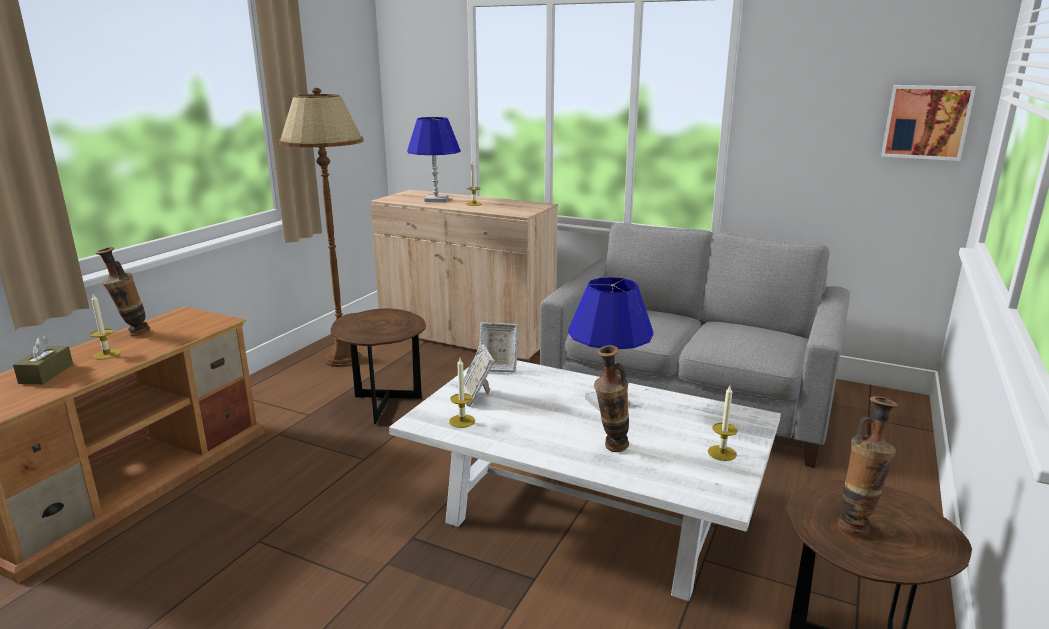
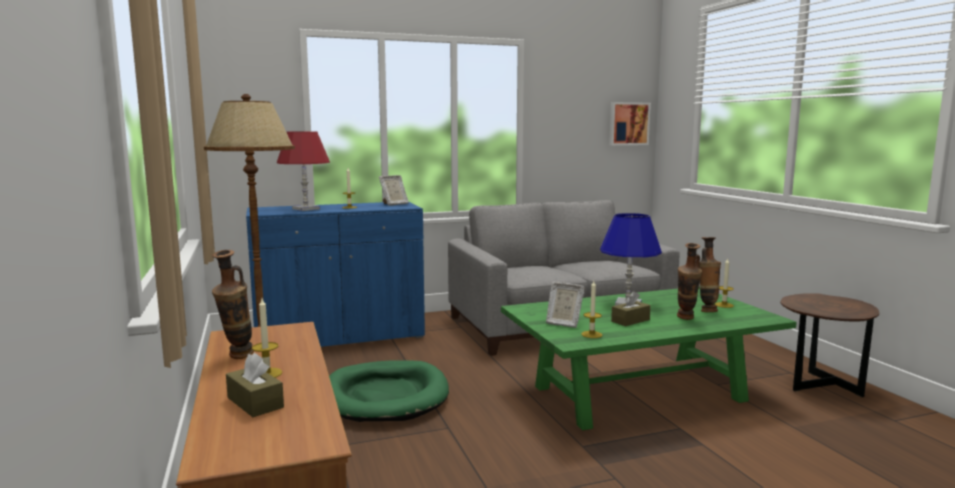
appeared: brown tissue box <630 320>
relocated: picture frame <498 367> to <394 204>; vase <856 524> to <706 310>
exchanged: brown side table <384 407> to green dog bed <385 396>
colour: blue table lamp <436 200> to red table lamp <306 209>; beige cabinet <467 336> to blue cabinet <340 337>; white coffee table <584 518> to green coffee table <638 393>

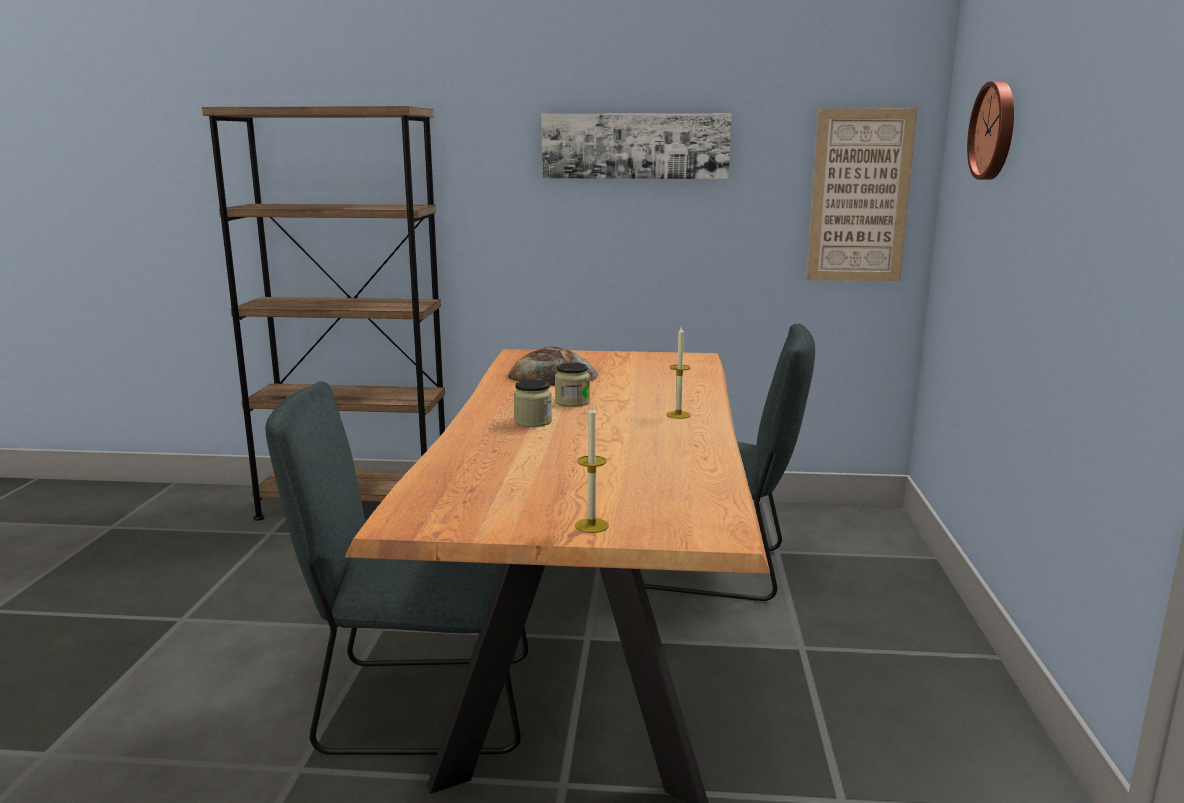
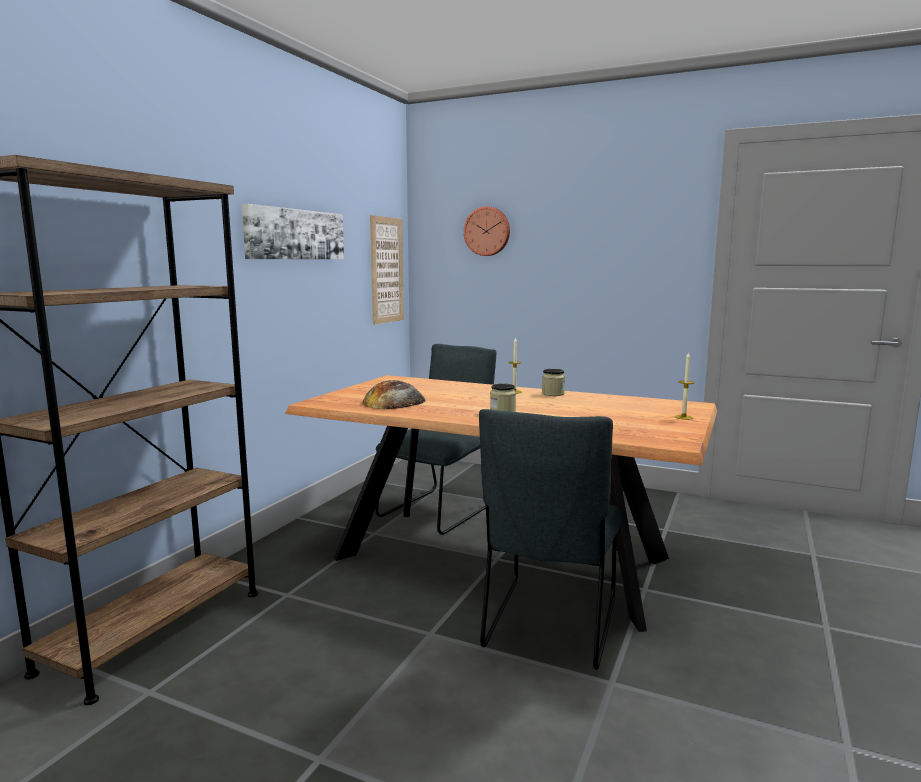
relocated: jar <572 402> to <553 394>

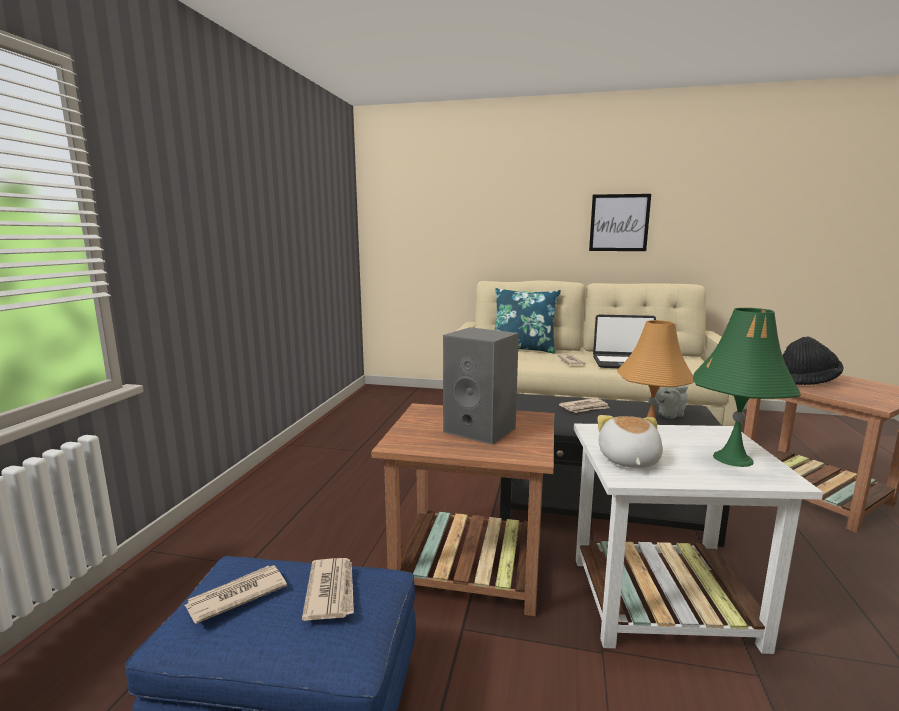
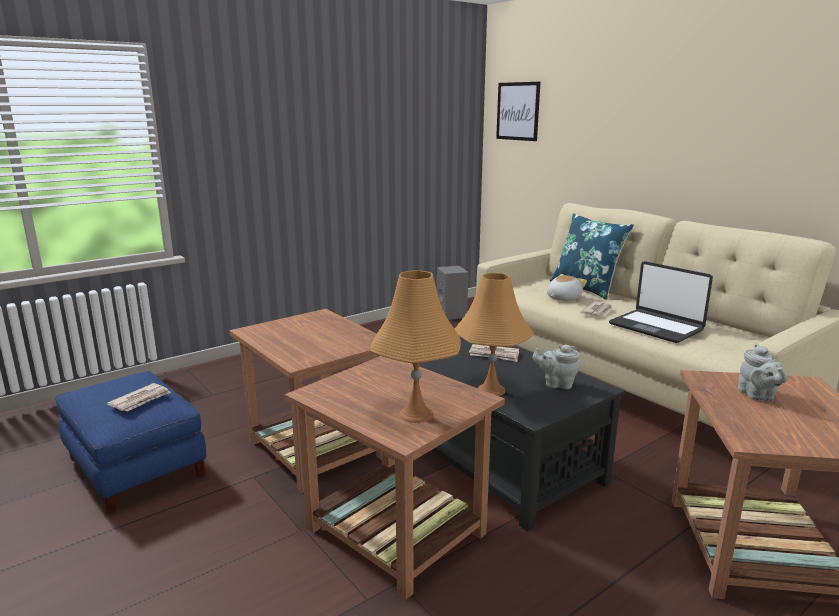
missing: newspaper <236 596>
relocated: picture <619 223> to <518 111>; grey speaker <482 430> to <452 314>; plush toy <628 460> to <562 298>
exchanged: black hat <806 381> to grey teapot <757 396>
colour: green table lamp <732 458> to orange table lamp <416 414>; white side table <660 601> to brown side table <394 530>

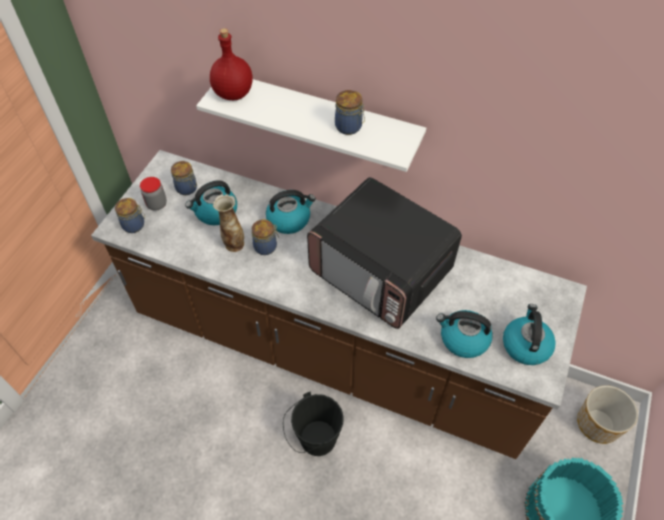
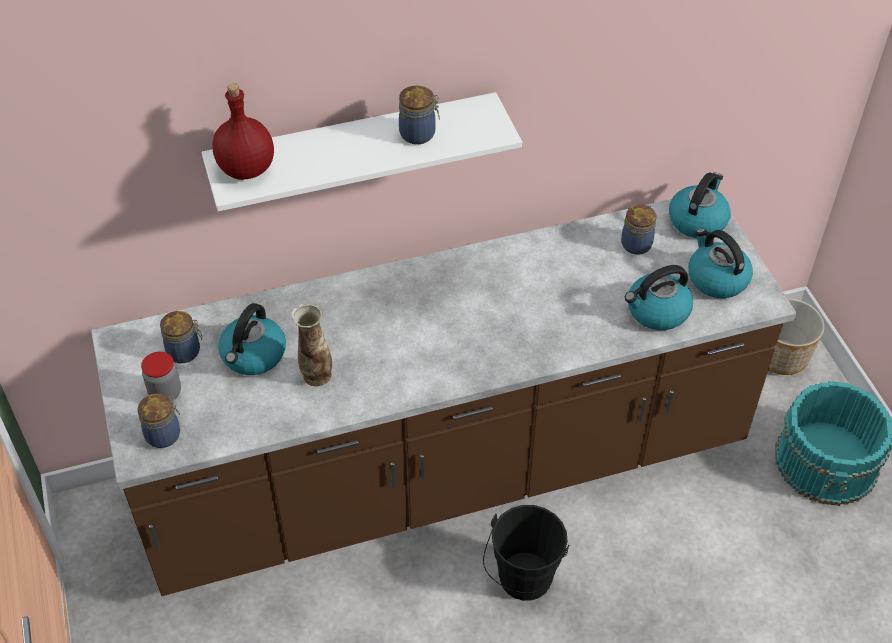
missing: microwave <381 272>
relocated: kettle <289 219> to <697 220>; jar <266 247> to <637 243>

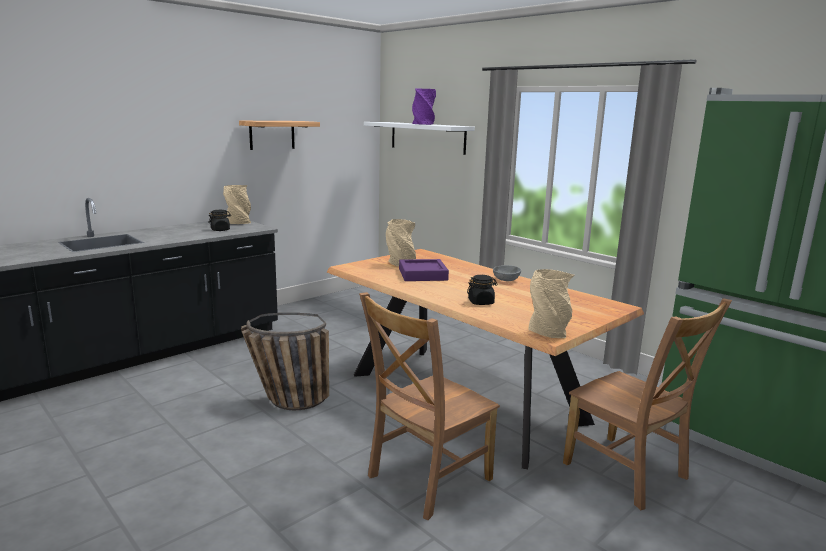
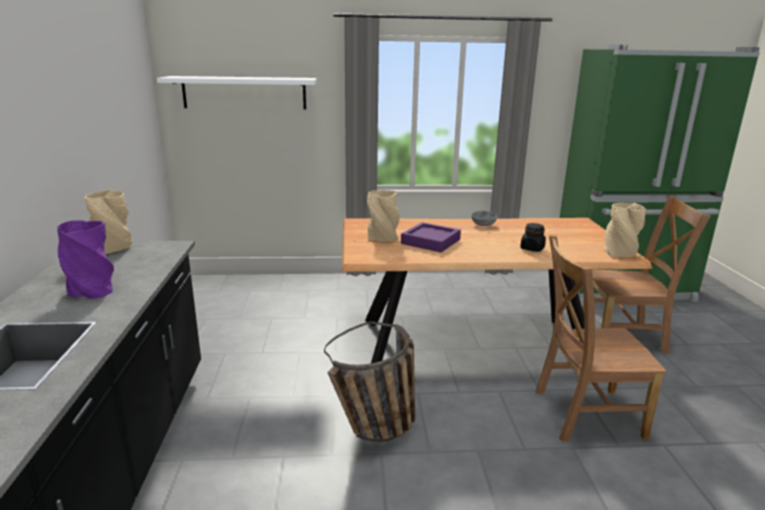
missing: shelf <272 135>; black jar <220 230>
relocated: purple vase <422 124> to <91 290>
spun: brown chair <426 479> = <583 413> 90 degrees clockwise

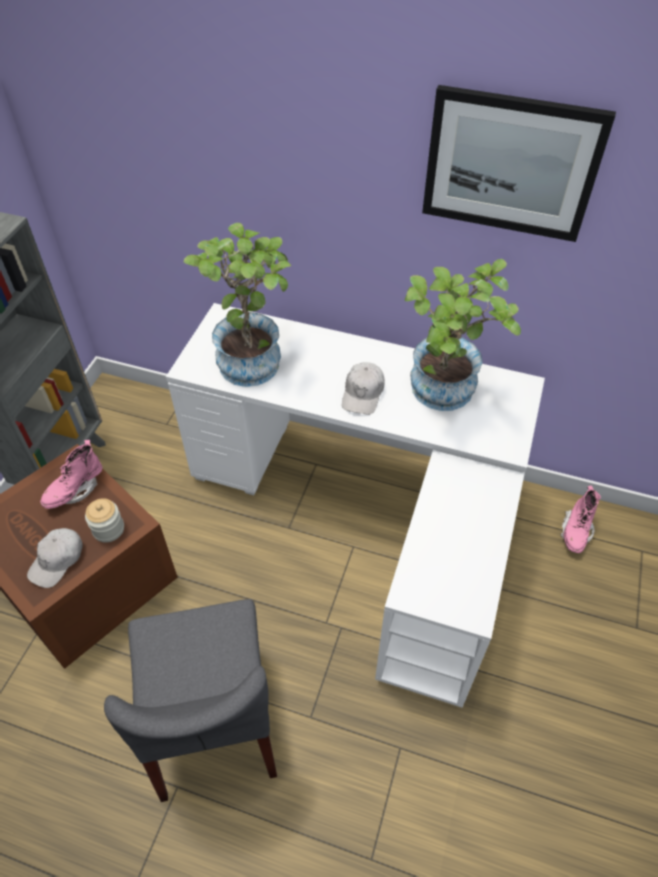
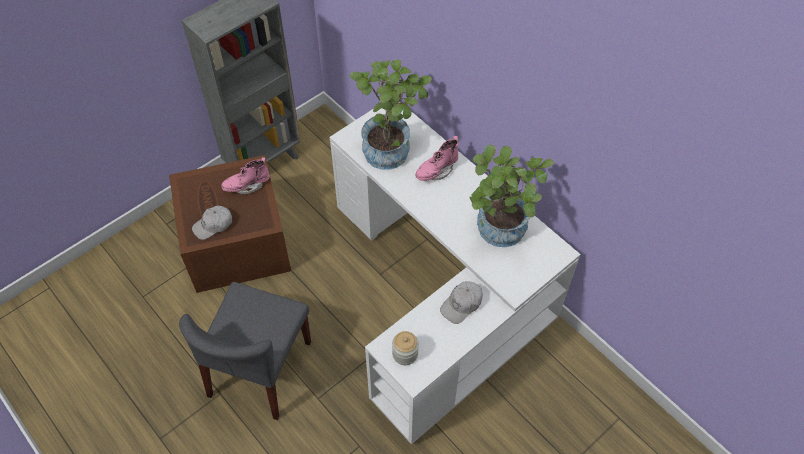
missing: picture <511 164>
relocated: white cap <363 393> to <462 304>; pink boot <575 532> to <436 170>; jar <108 529> to <405 354>

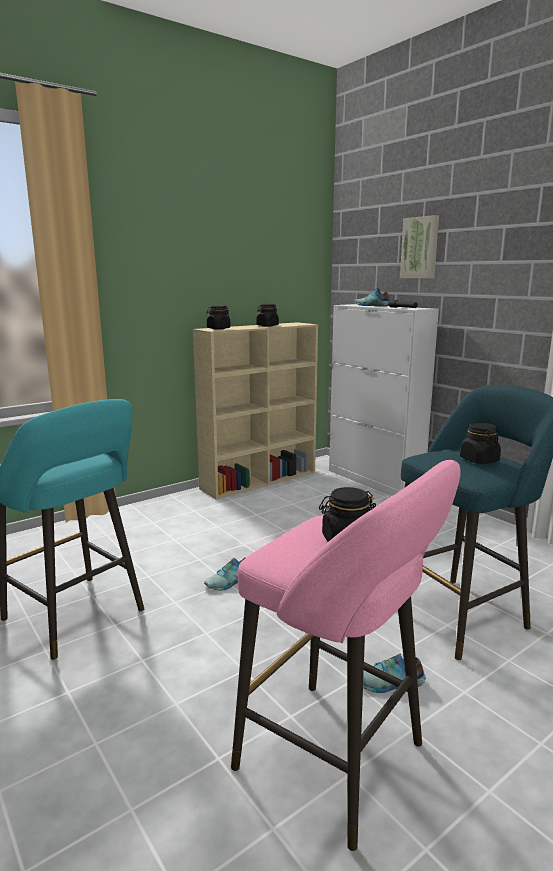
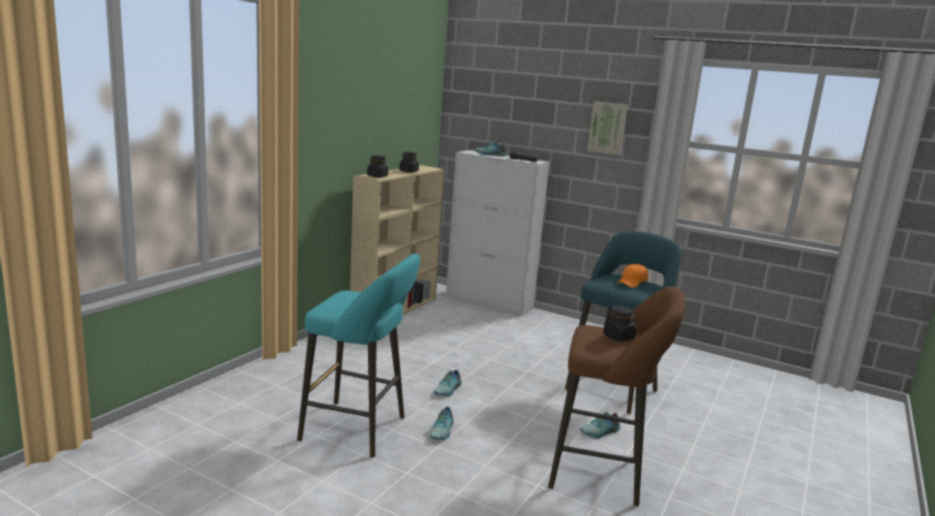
appeared: shoe <443 431>
relocated: picture <420 248> to <607 128>
exchanged: black jar <479 460> to orange cap <632 283>
colour: pink stool <339 761> to brown stool <602 473>

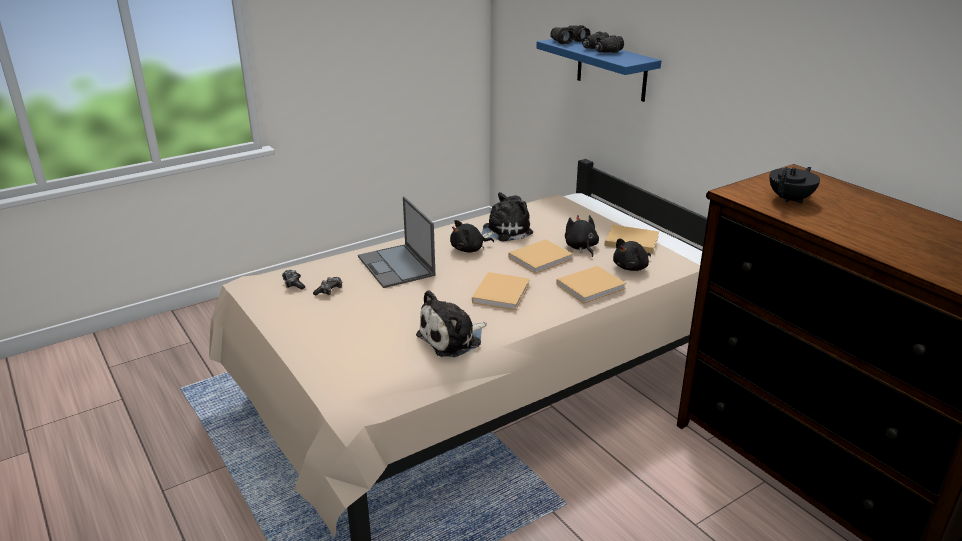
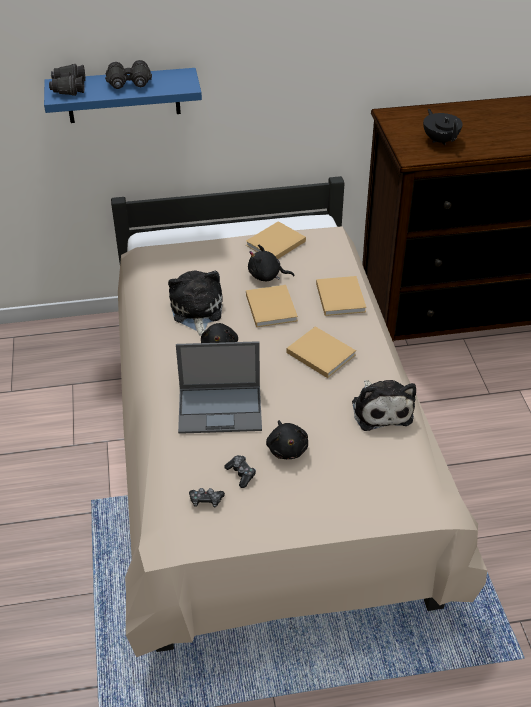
relocated: black plush toy <631 267> to <287 448>

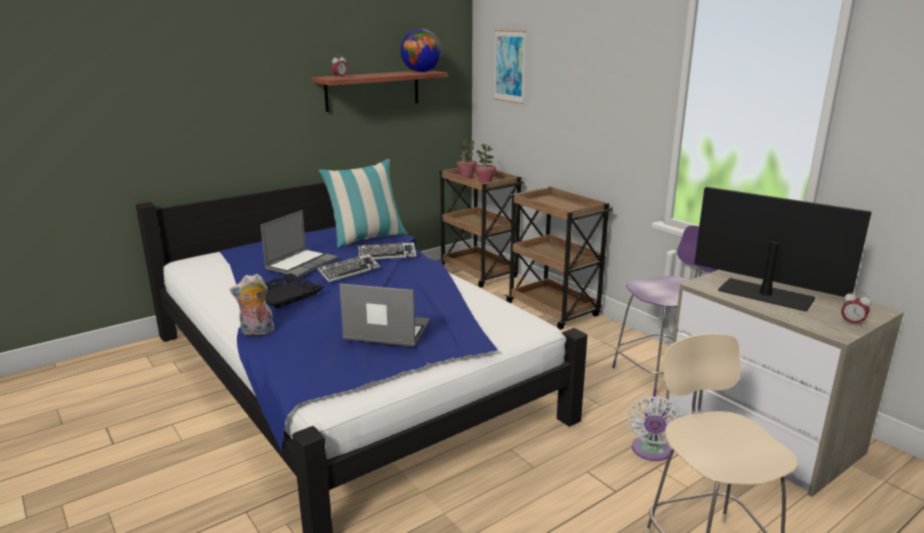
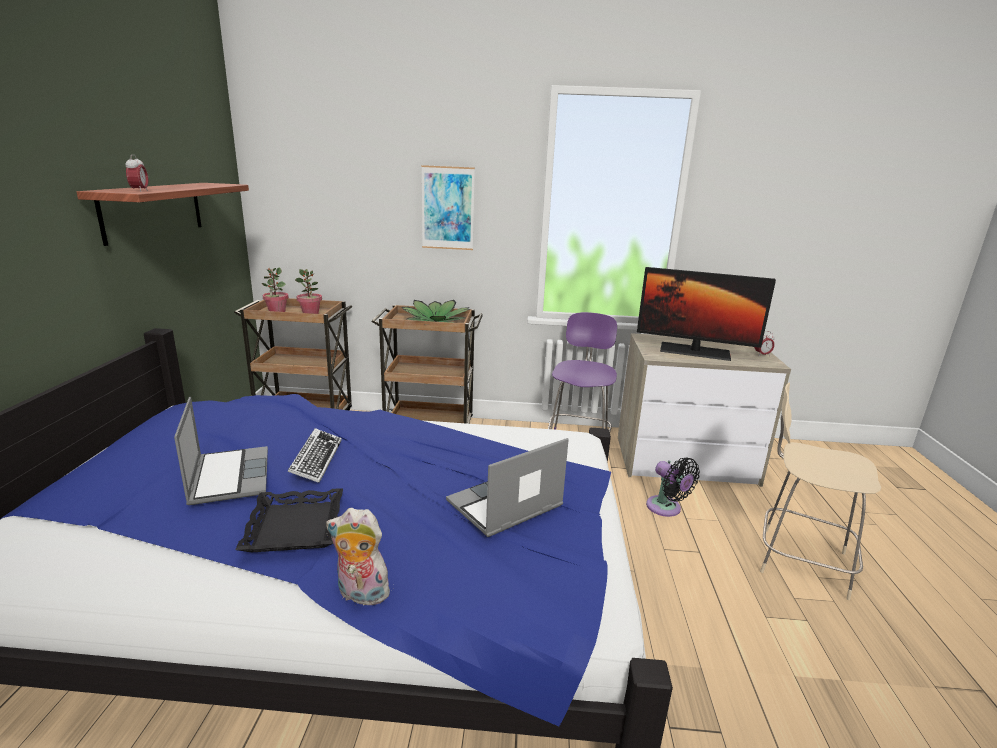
missing: globe <421 72>; pillow <367 238>; keyboard <387 255>
appeared: potted plant <436 321>
relocated: picture <509 66> to <447 208>
colour: white fan <650 452> to black fan <666 508>
spun: monitor <765 294> = <694 351> 150 degrees counterclockwise; plush toy <256 332> = <360 595> 75 degrees clockwise

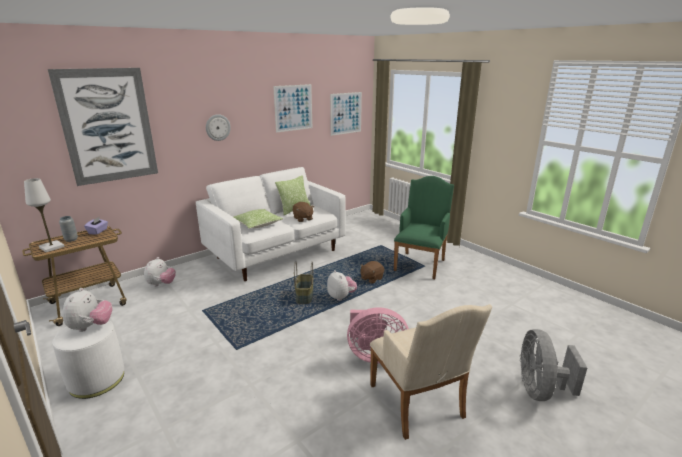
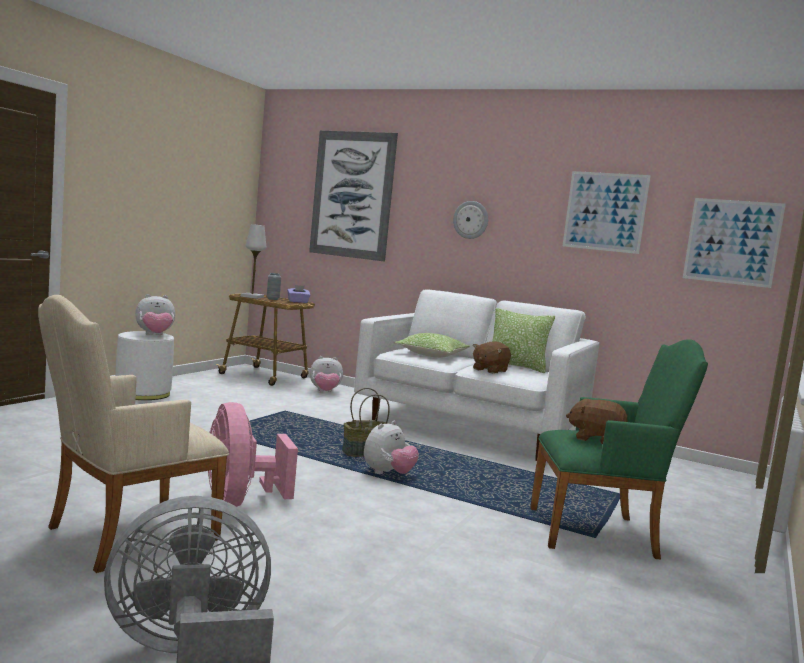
relocated: brown plush toy <371 278> to <595 439>

